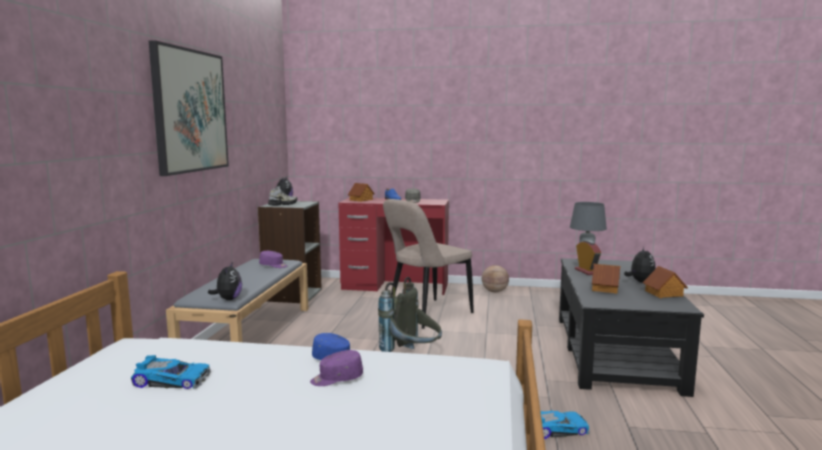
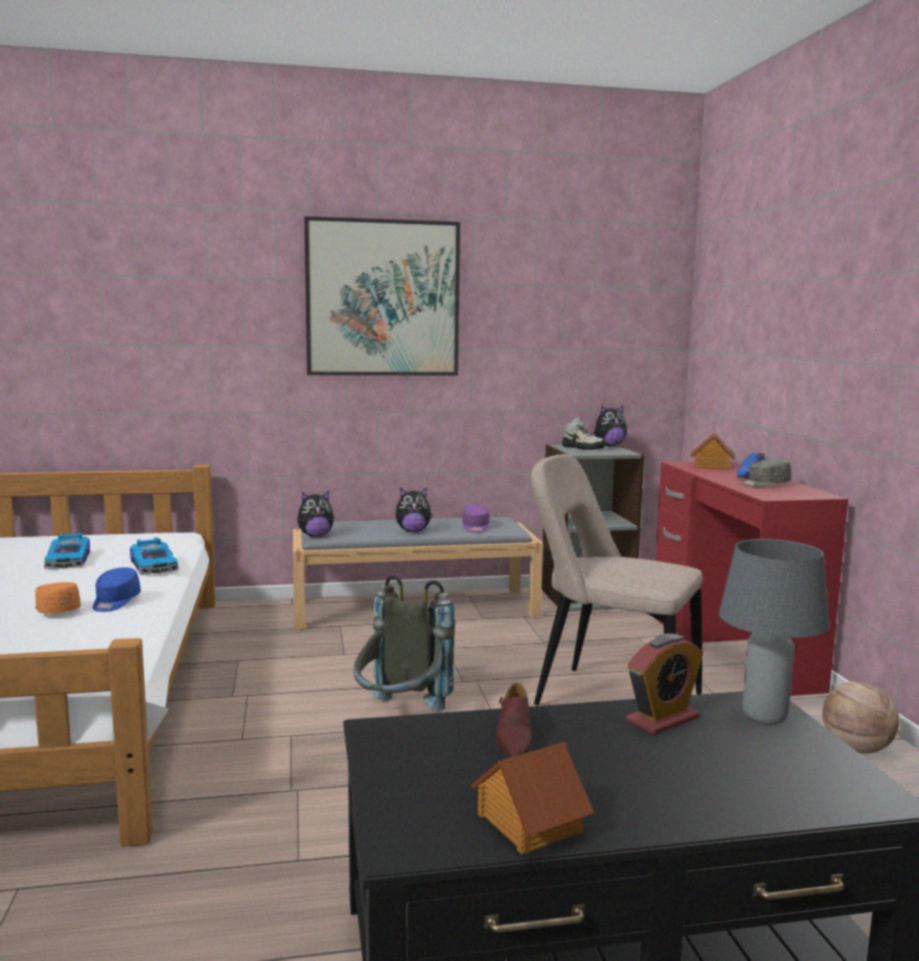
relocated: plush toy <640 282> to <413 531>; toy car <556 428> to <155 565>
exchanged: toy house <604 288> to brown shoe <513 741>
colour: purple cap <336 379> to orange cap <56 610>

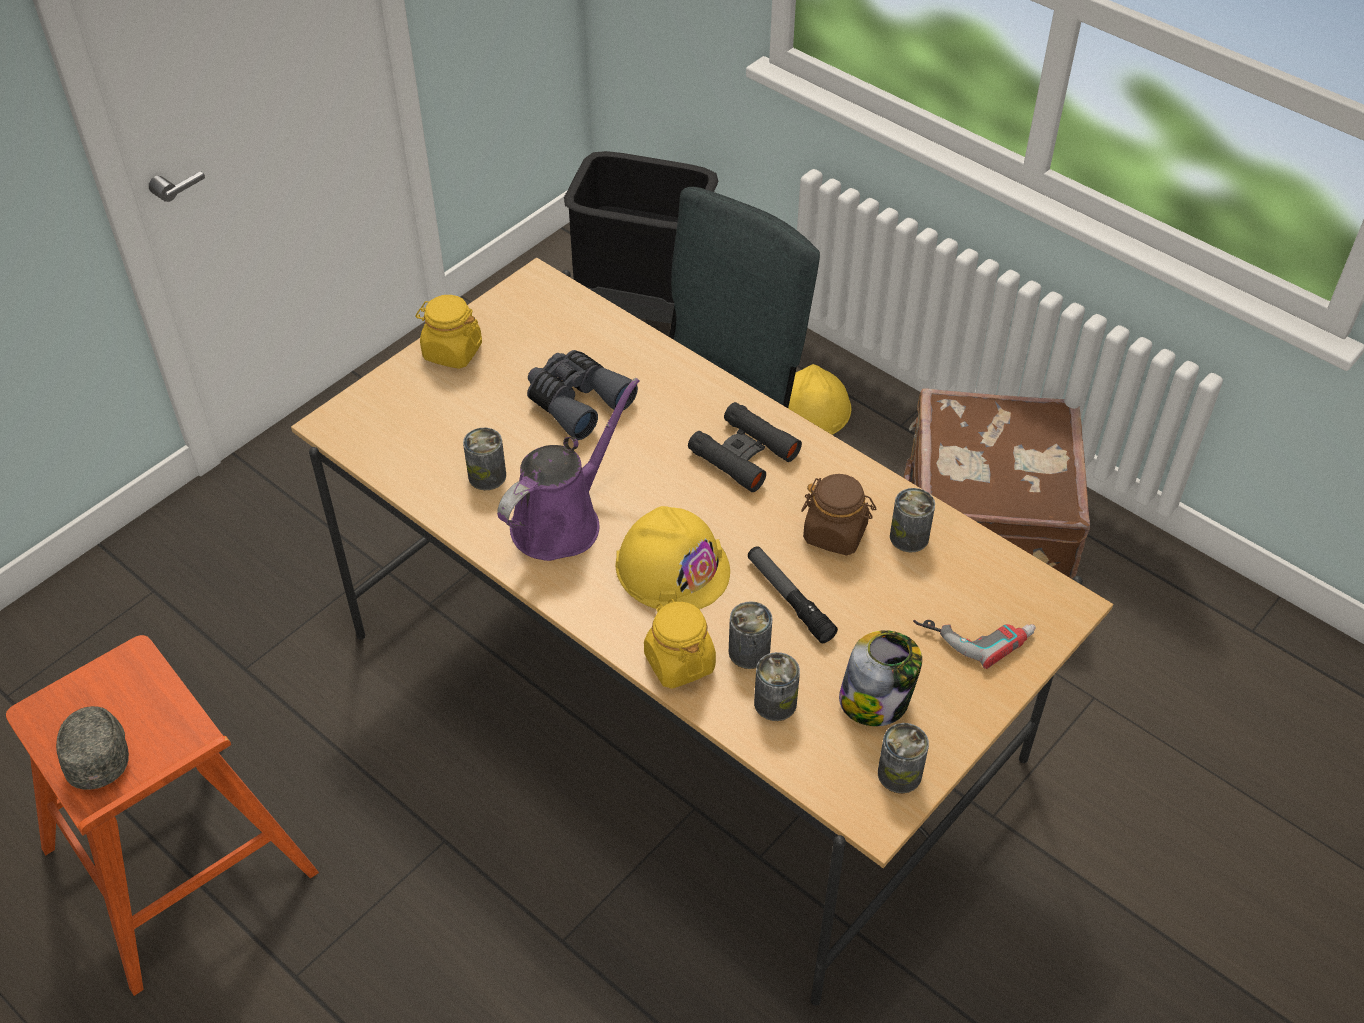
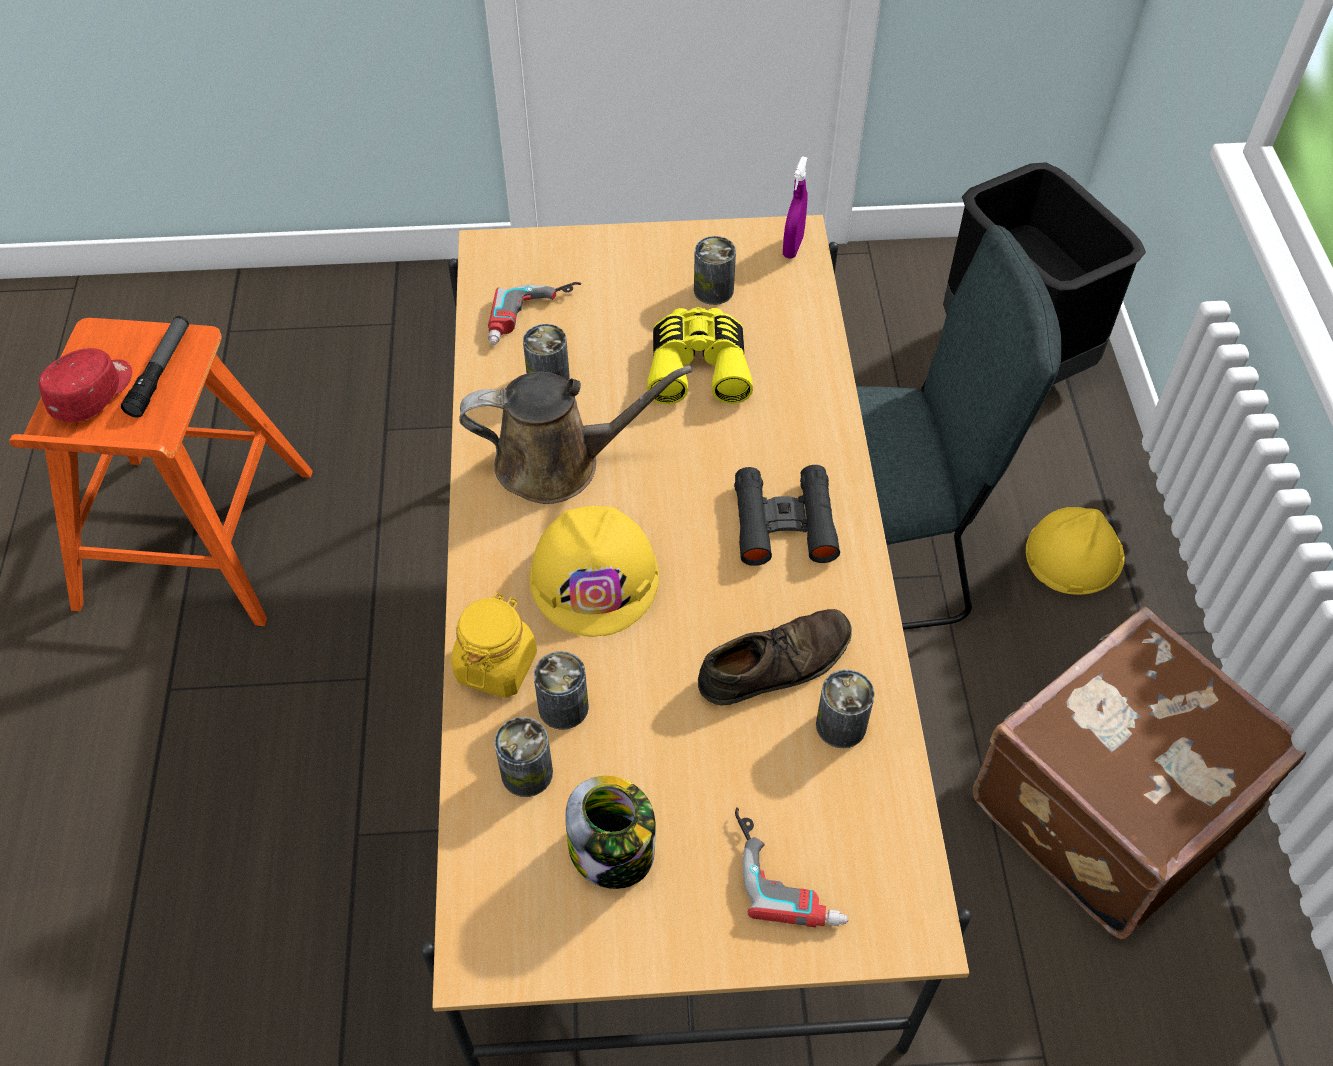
missing: yellow jar <452 352>
appeared: purple spray bottle <793 247>; power drill <534 319>
relocated: flashlight <789 599> to <160 371>; can <899 774> to <713 290>
exchanged: brown jar <835 533> to brown shoe <775 664>
colour: grey binoculars <576 401> to yellow binoculars <698 366>; purple watering can <562 521> to brown watering can <558 463>; grey cap <97 752> to red cap <93 393>

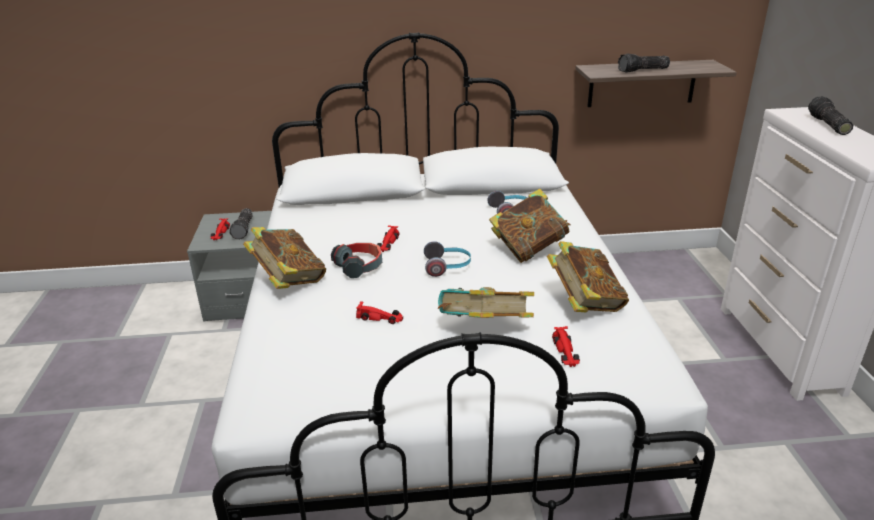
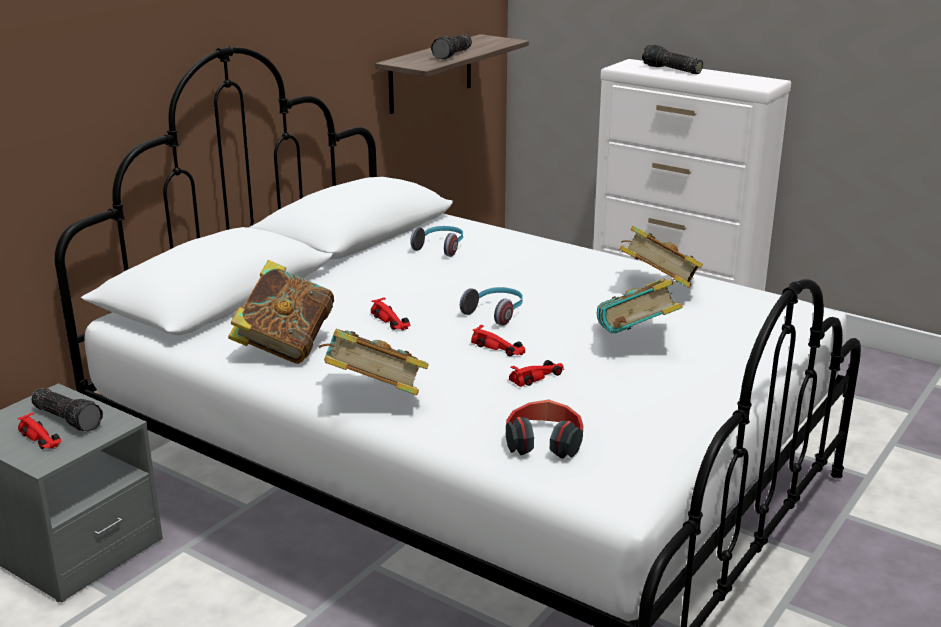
relocated: book <529 249> to <285 347>; headphones <359 267> to <544 442>; red toy car <565 352> to <499 348>

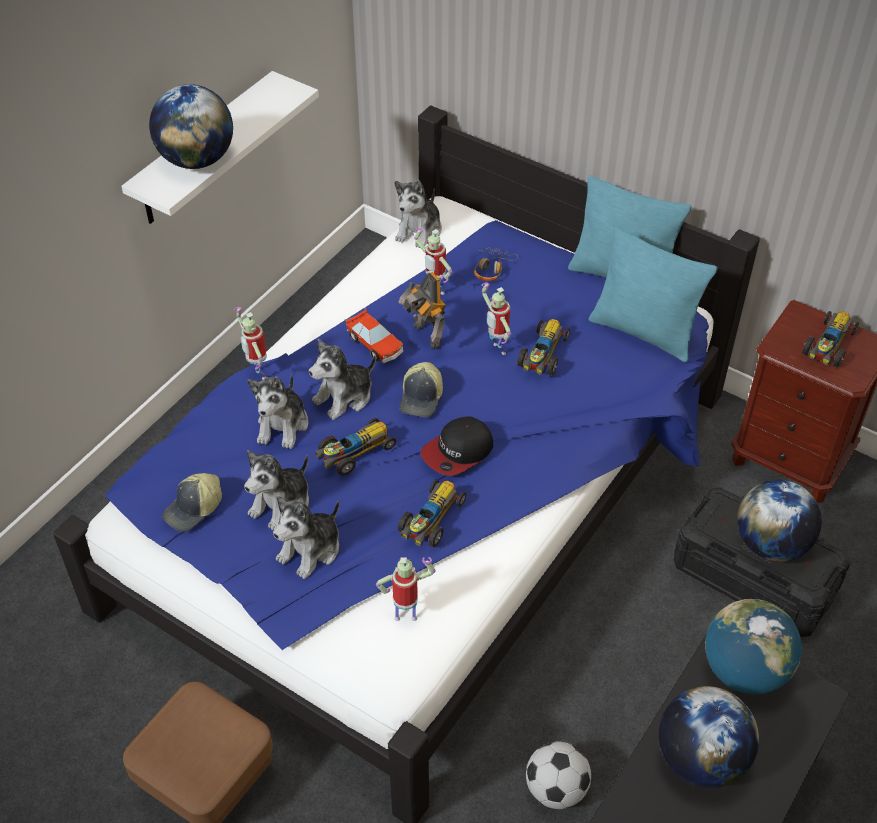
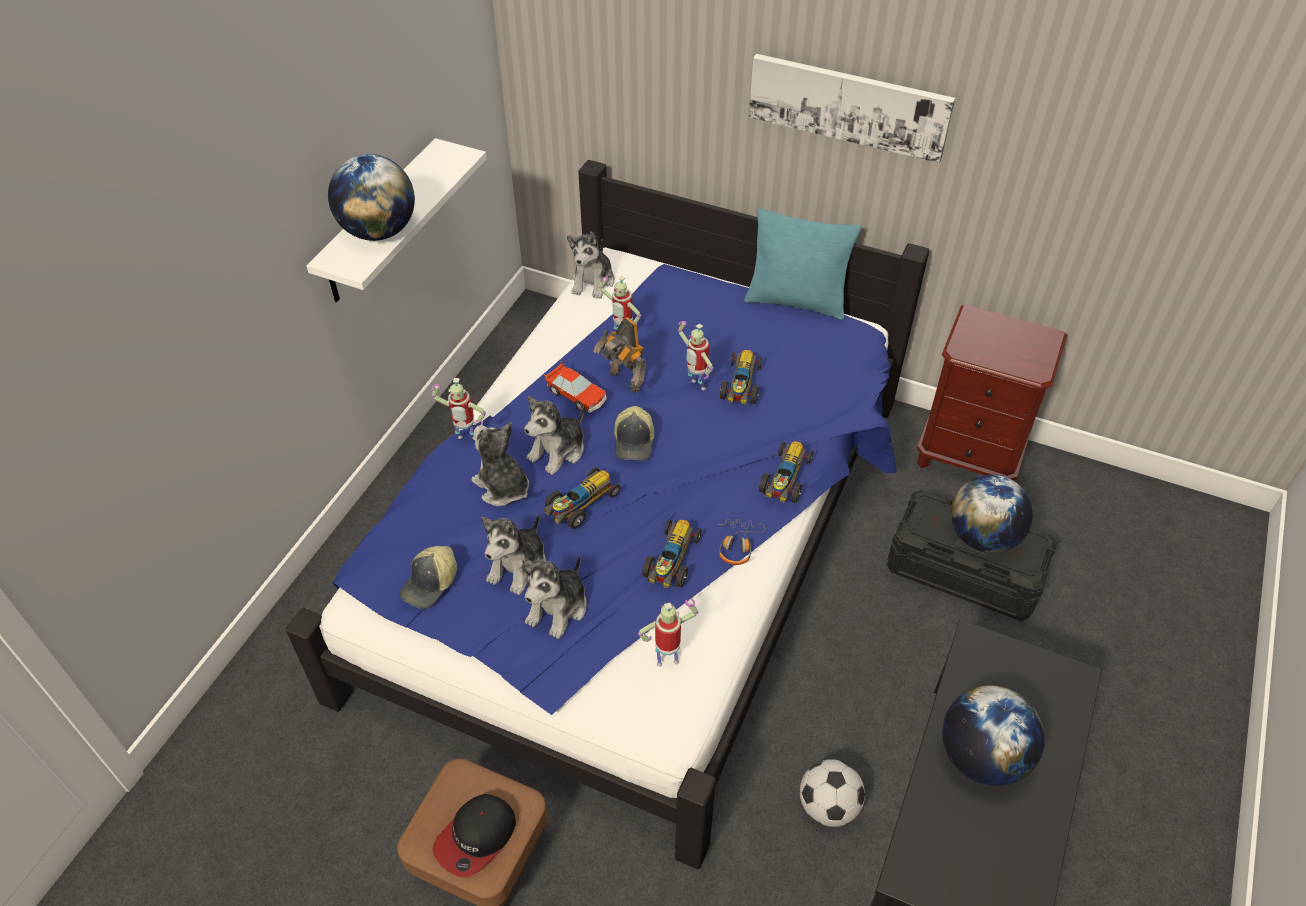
missing: turquoise pillow <643 332>; globe <744 670>
appeared: picture <848 105>
relocated: headphones <492 268> to <737 545>; toy car <828 346> to <785 480>; cap <458 452> to <476 838>
spun: toy robot <258 374> = <466 439> 45 degrees counterclockwise; plush toy <283 425> = <502 487> 135 degrees clockwise

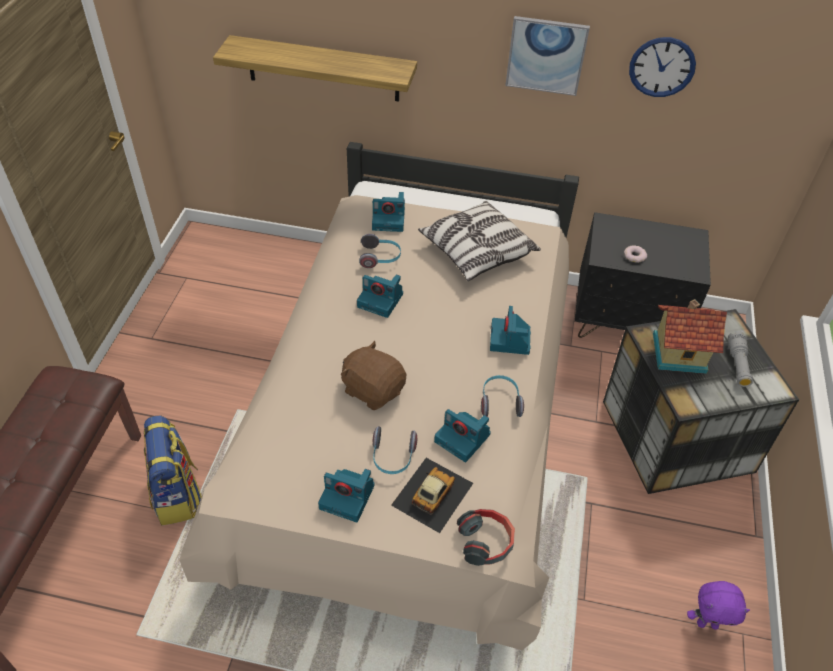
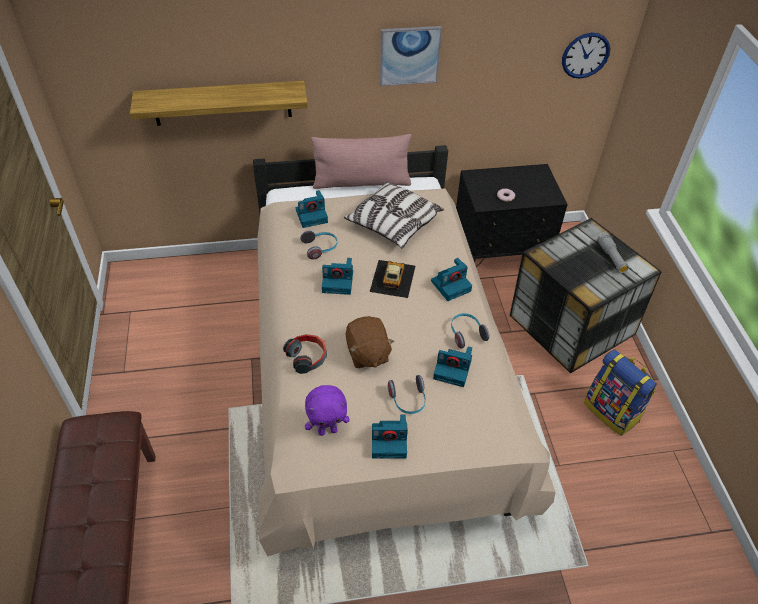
missing: toy house <678 352>
appeared: pink pillow <361 182>
relocated: wall clock <662 67> to <585 55>; backpack <178 495> to <612 411>; toy car <432 494> to <392 278>; headphones <486 542> to <307 357>; purple plush toy <707 623> to <328 430>
spun: photo camera <510 340> = <451 285> 105 degrees counterclockwise; brown plush toy <373 389> = <367 353> 120 degrees counterclockwise

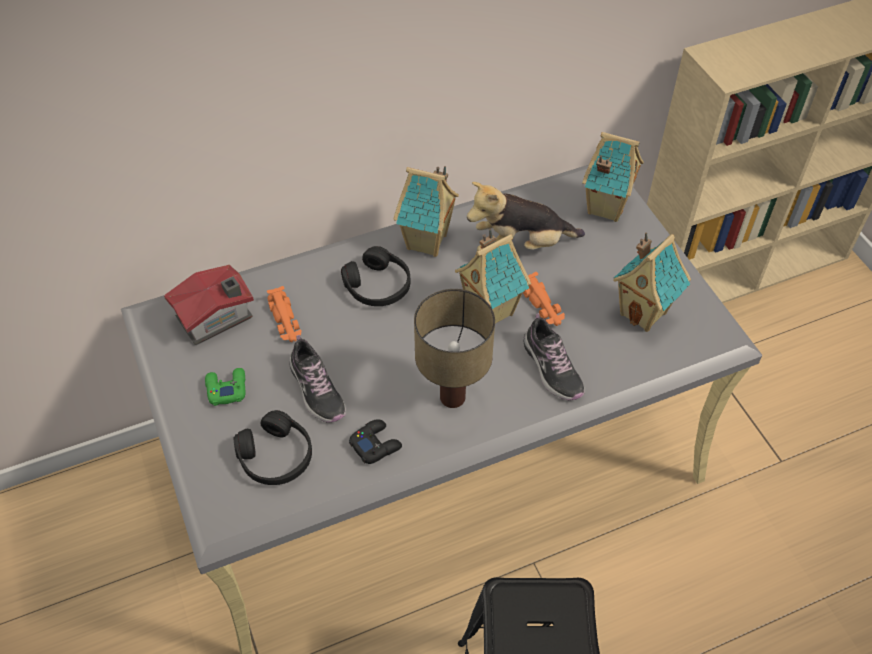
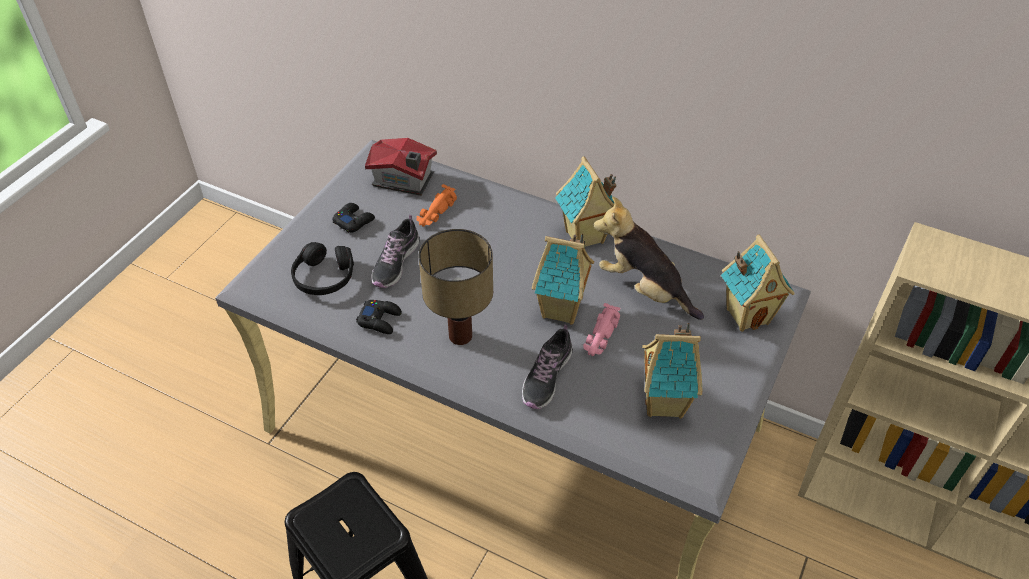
missing: black headphones <378 286>
colour: orange toy car <542 305> to pink toy car <600 336>; green game controller <226 388> to black game controller <354 221>

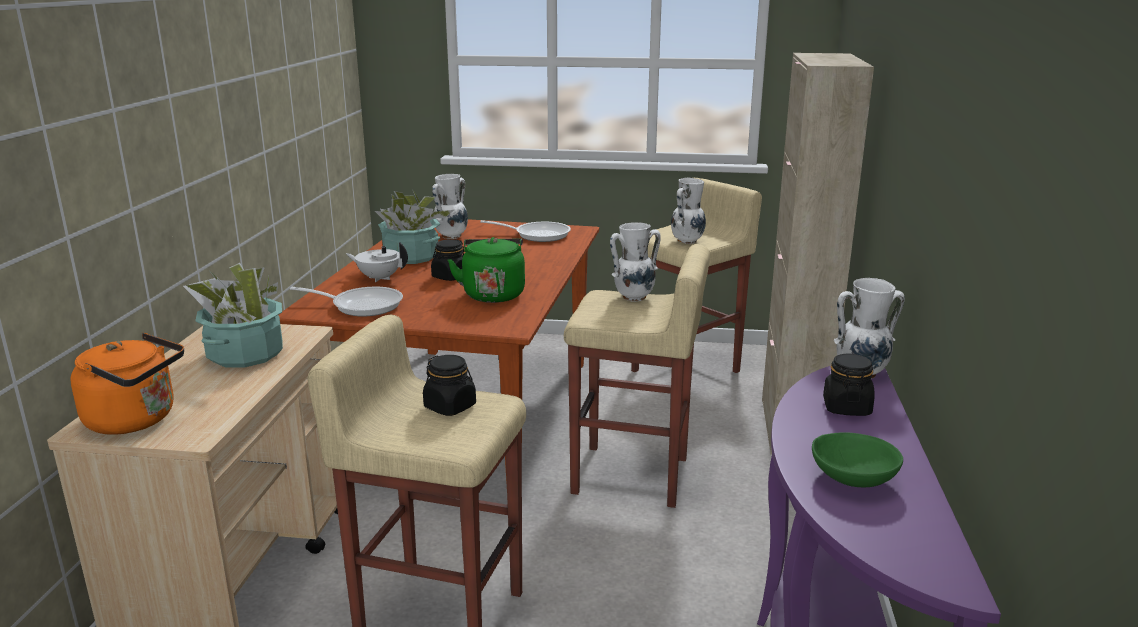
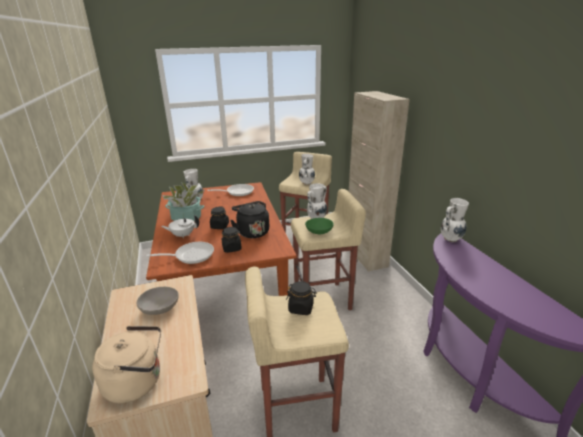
relocated: black jar <846 407> to <231 248>; green bowl <853 479> to <319 232>
exchanged: potted plant <245 354> to grey bowl <159 308>
colour: green kettle <493 294> to black kettle <252 232>; orange kettle <136 420> to beige kettle <137 382>

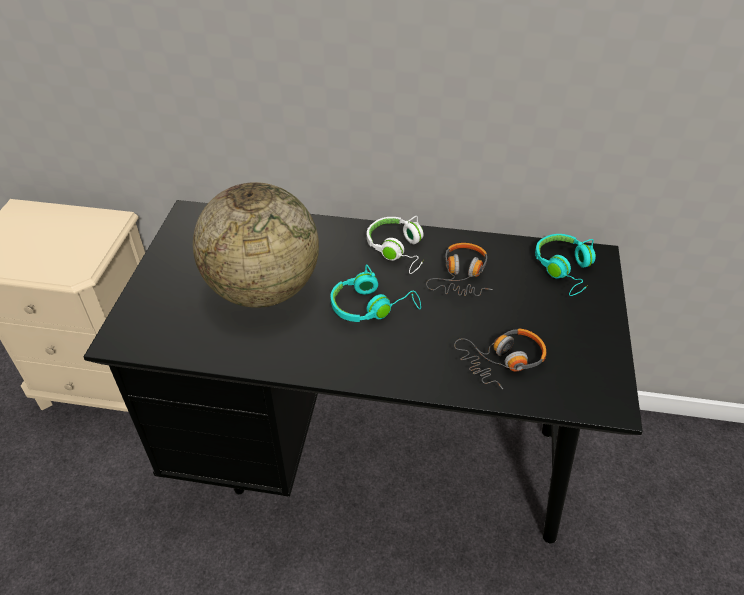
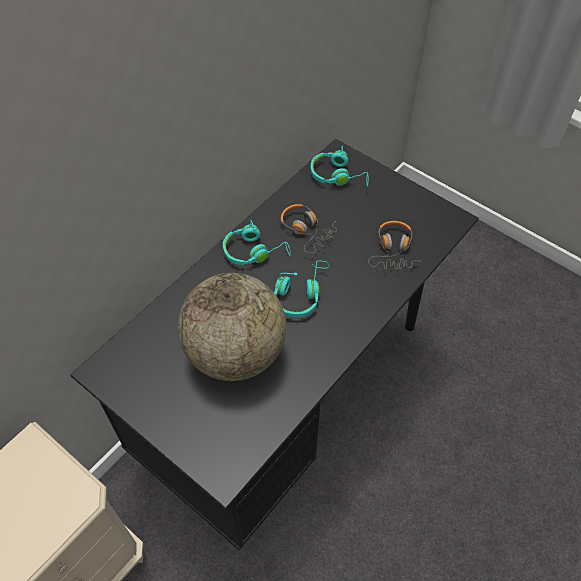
colour: white headphones <398 250> to turquoise headphones <254 251>

